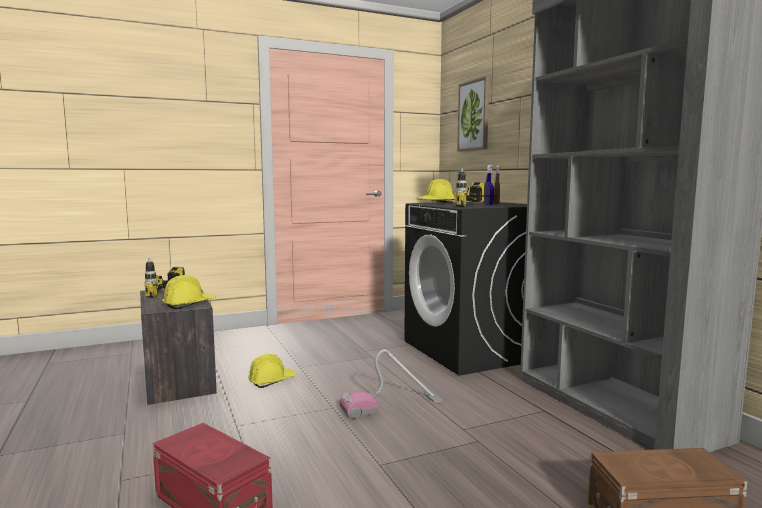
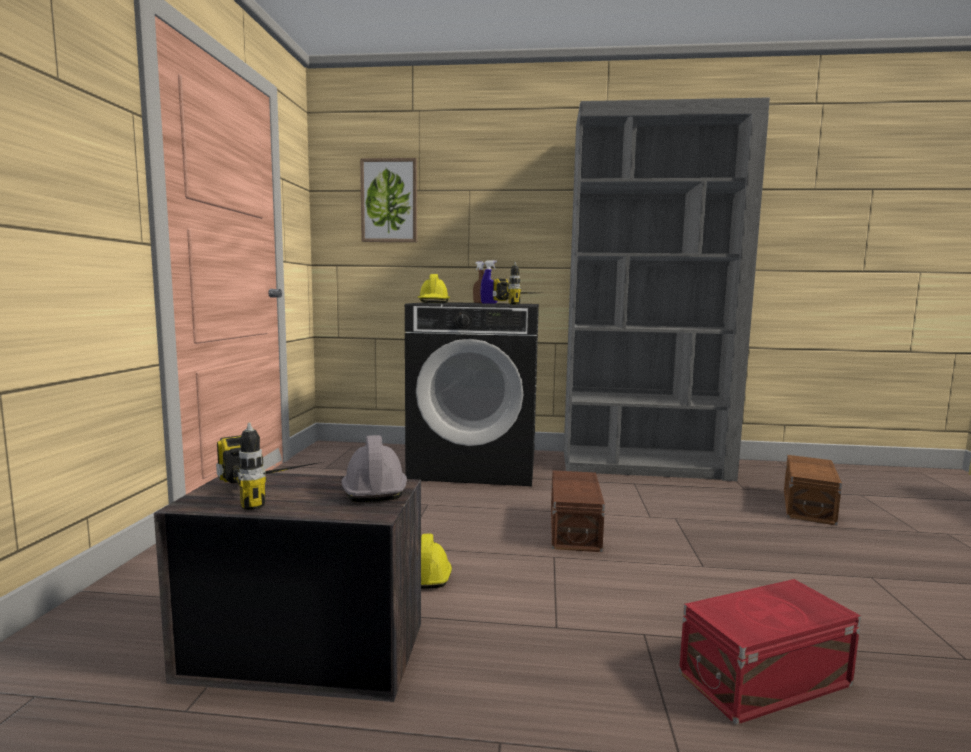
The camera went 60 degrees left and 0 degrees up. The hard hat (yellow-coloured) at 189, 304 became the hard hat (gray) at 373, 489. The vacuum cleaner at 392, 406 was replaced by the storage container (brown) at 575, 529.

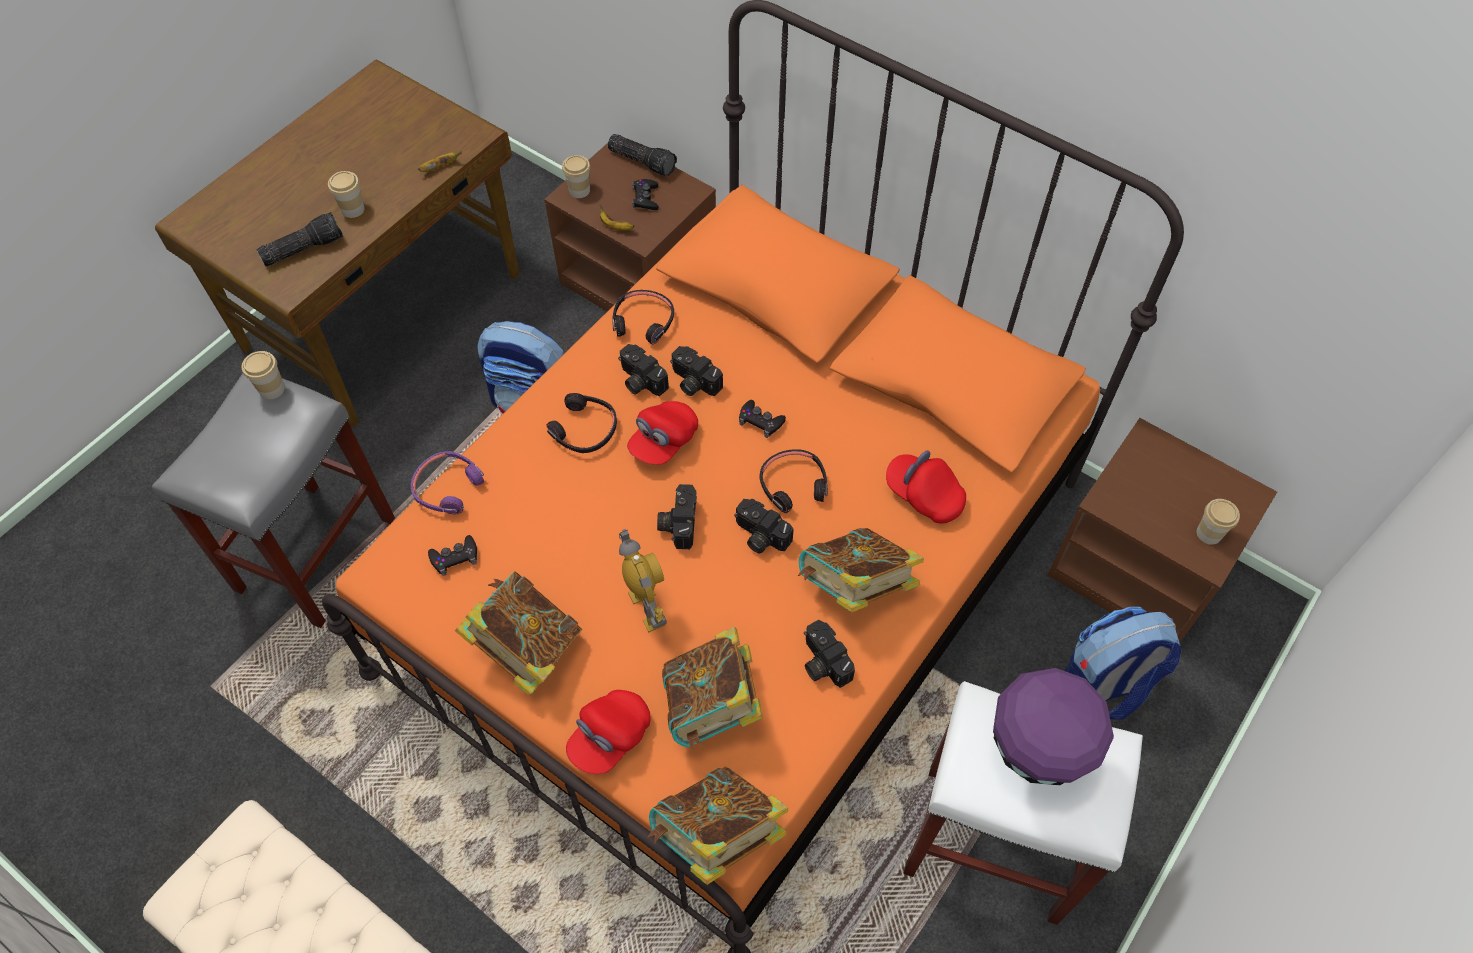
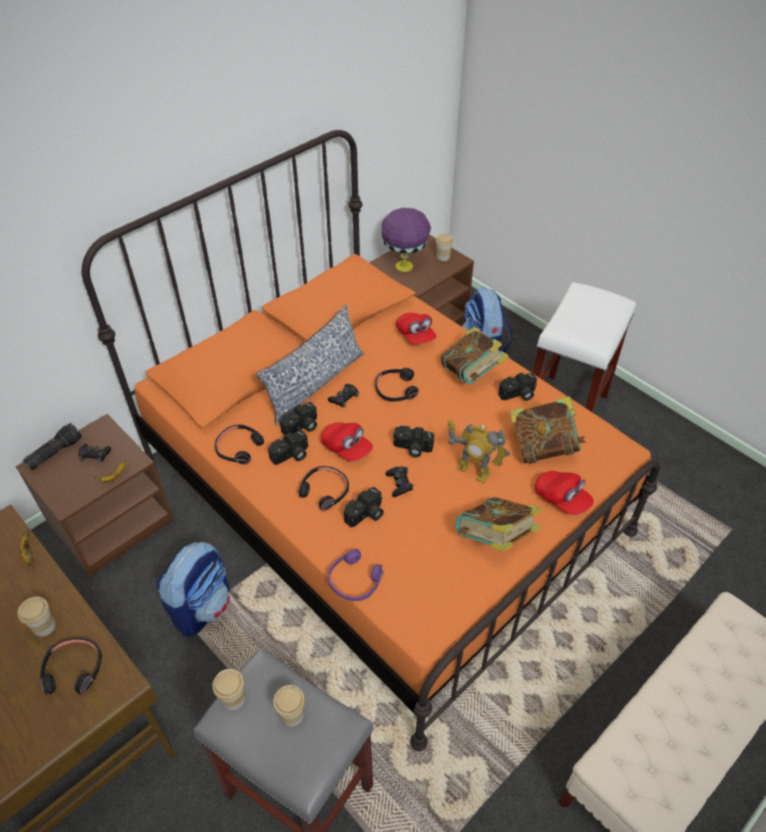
The camera went 80 degrees left and 10 degrees down. The flashlight at 303, 248 was replaced by the pair of headphones (black-coloured) at 73, 670. The cushion at 315, 383 appeared. The cup moved from 579, 190 to 292, 715. The still camera moved from 759, 536 to 366, 515. The table lamp (purple-coloured) moved from 1031, 761 to 405, 266. The gamepad (black-coloured) moved from 455, 557 to 399, 483. The peaked cap (red) at 924, 495 turned 75 degrees counterclockwise. The model robot at 647, 608 turned 135 degrees counterclockwise. The volume at 717, 836 disappeared.

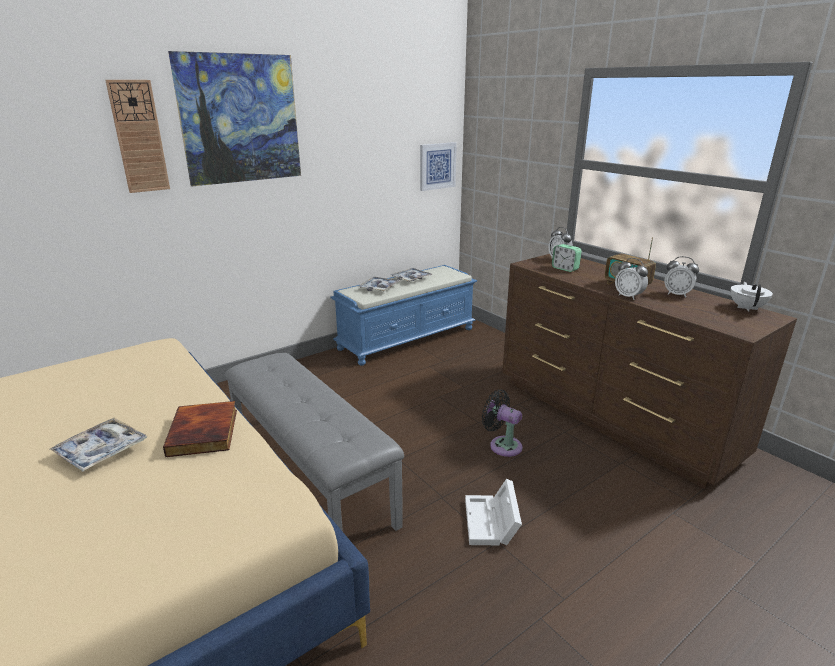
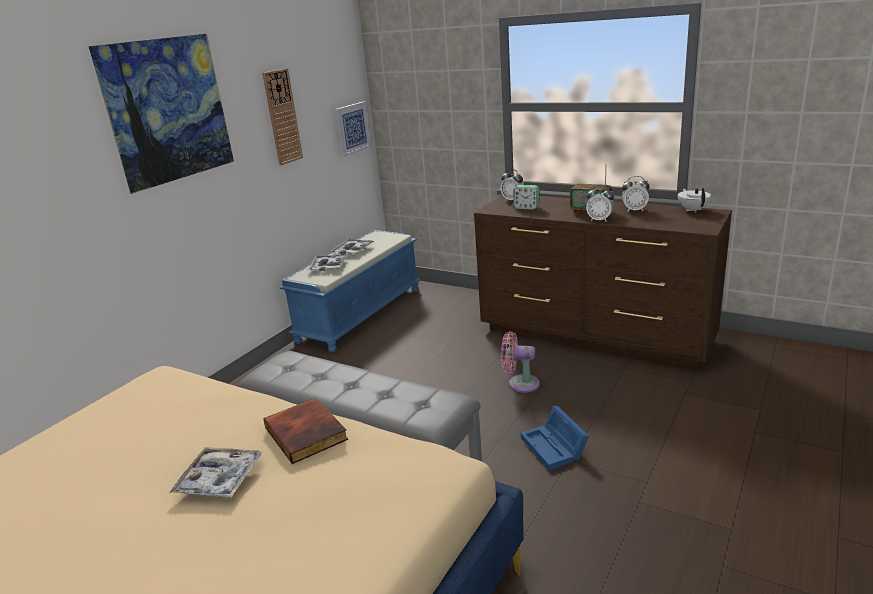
The camera went 20 degrees left and 0 degrees up. The clock on the wall moved from 139, 137 to 282, 117. The cooling fan (black-coloured) at 502, 445 became the cooling fan (pink) at 520, 384. The storage container (white) at 491, 523 became the storage container (bluish) at 555, 448.

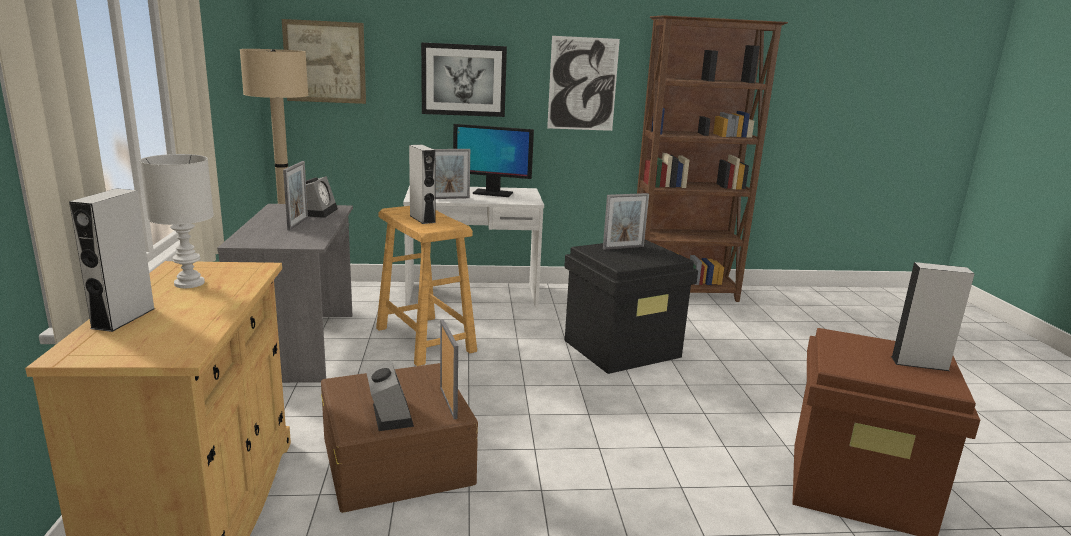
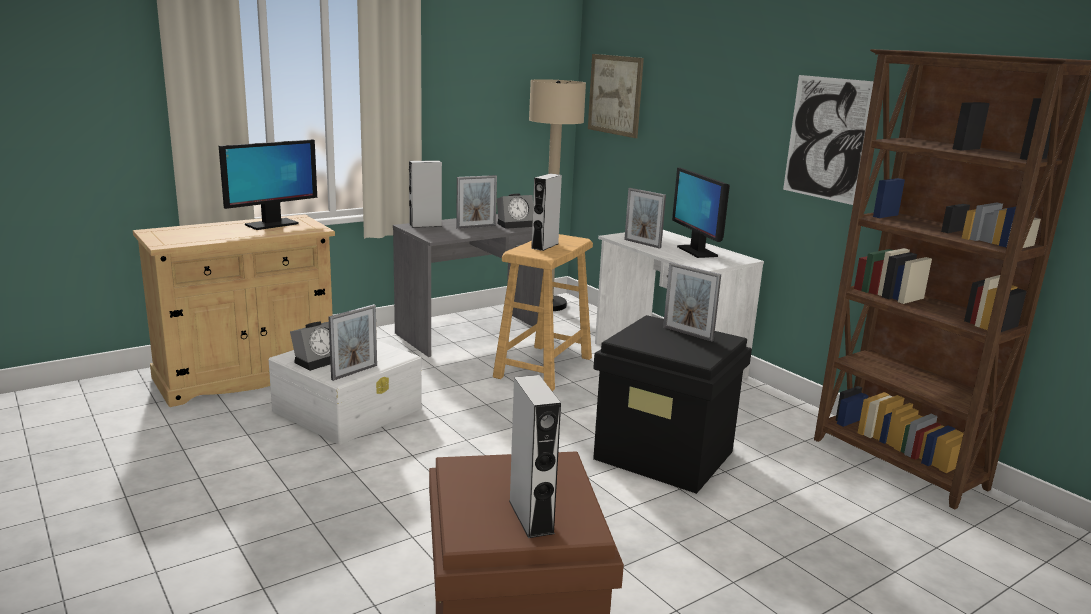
The camera went 60 degrees right and 0 degrees up. The table lamp (white) at 188, 283 was replaced by the computer screen at 271, 224. The storage container (brown) at 397, 459 became the storage container (white) at 348, 409. The audio speaker (gray) moved from 123, 318 to 425, 225. The picture at 463, 80 disappeared.

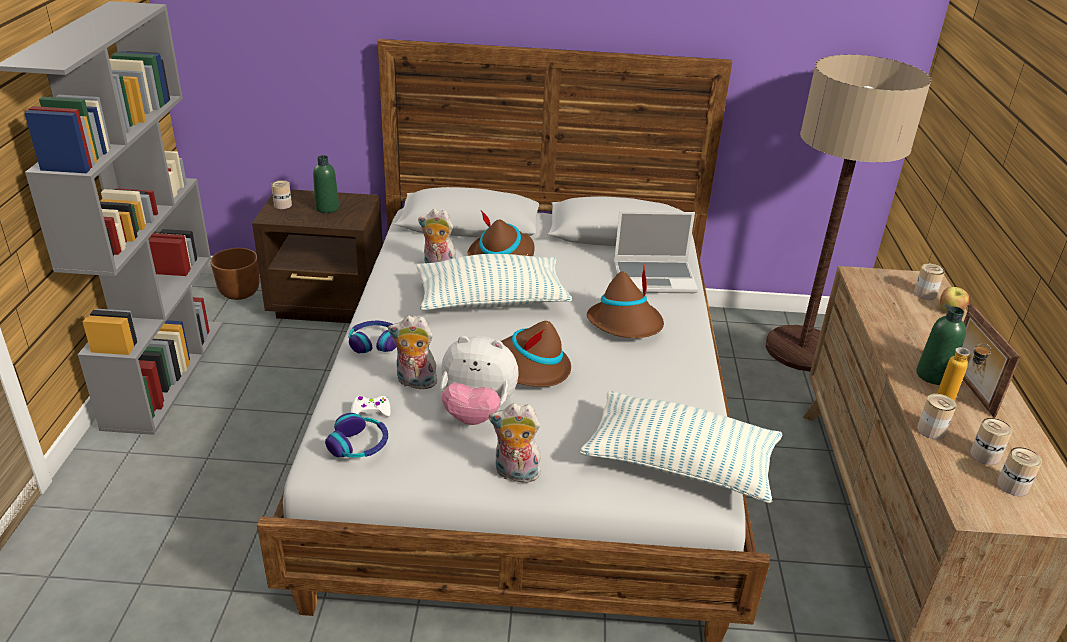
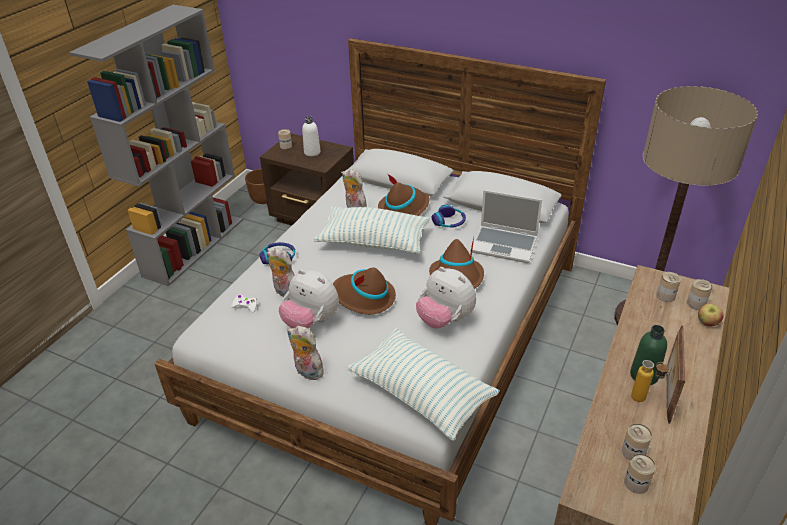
The camera went 25 degrees right and 5 degrees up. The beverage bottle (greenish) at 327, 208 became the beverage bottle (white) at 312, 152. The cuddly toy at 445, 320 appeared. The pair of headphones moved from 359, 445 to 449, 222. The metal can moved from 931, 430 to 665, 296.

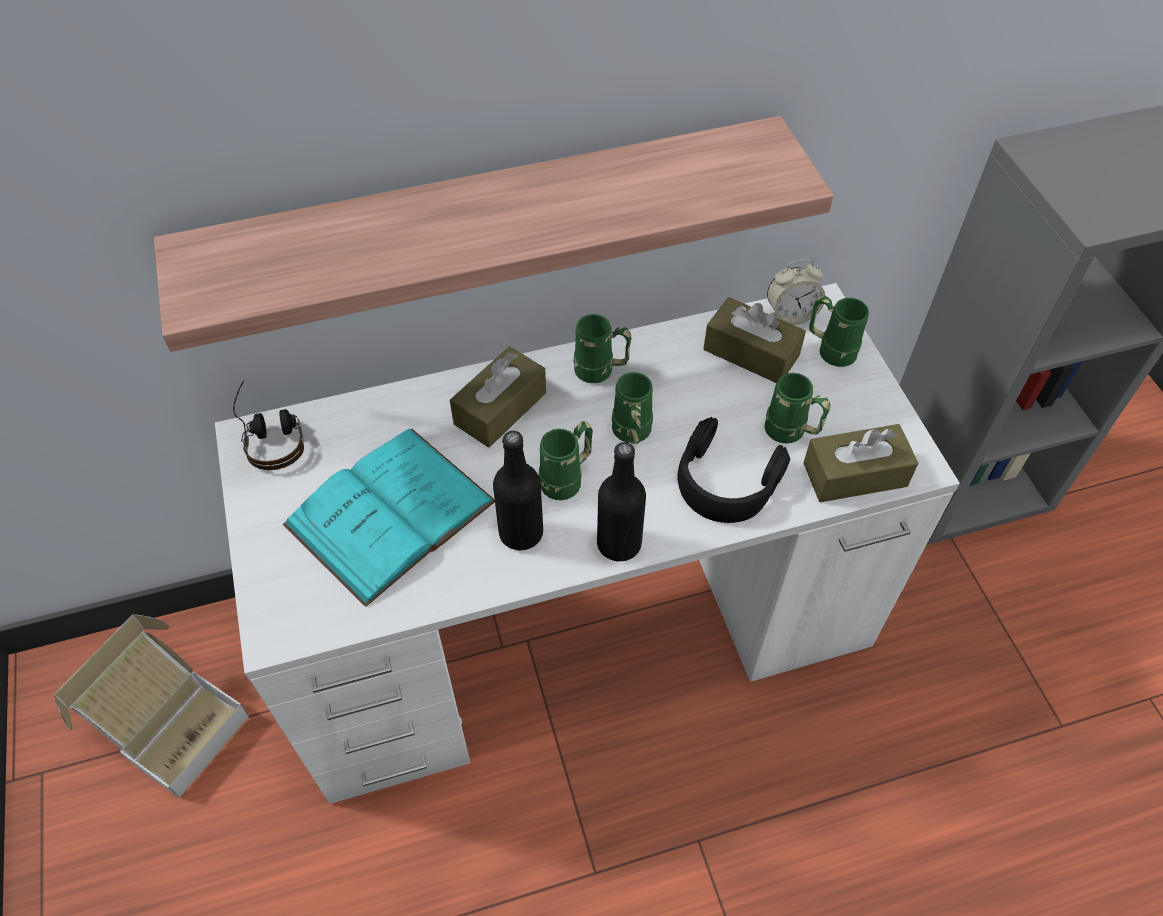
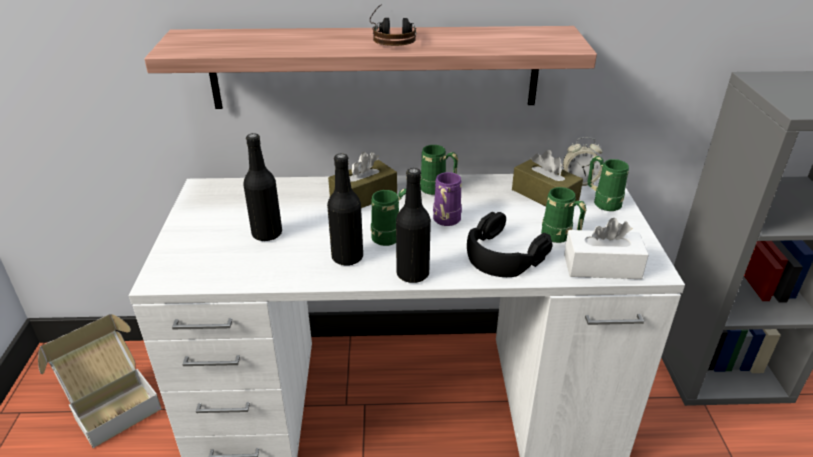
The camera went 15 degrees right and 20 degrees down. The volume (turquoise) at 390, 513 was replaced by the beverage bottle (black-coloured) at 267, 234. The pair of headphones moved from 271, 434 to 392, 37. The mug (greenish) at 631, 435 became the mug (purple-coloured) at 445, 222. The box of tissues (brown) at 855, 474 became the box of tissues (white) at 602, 266.

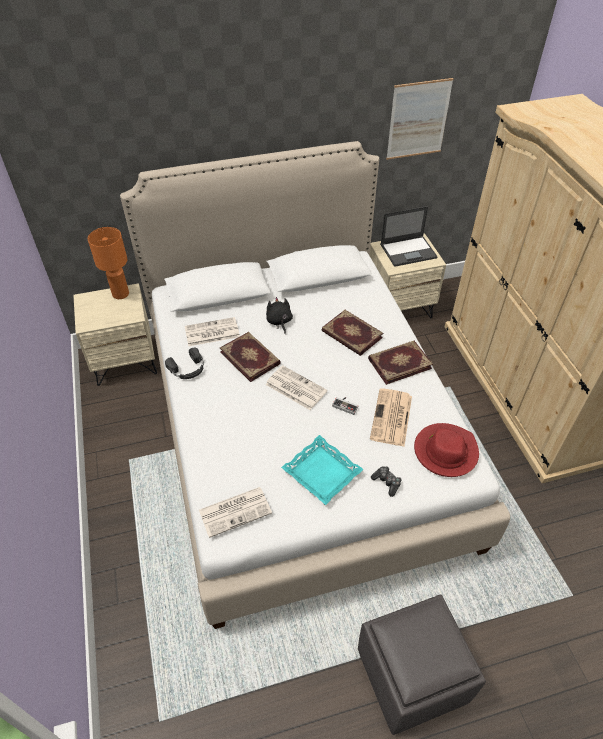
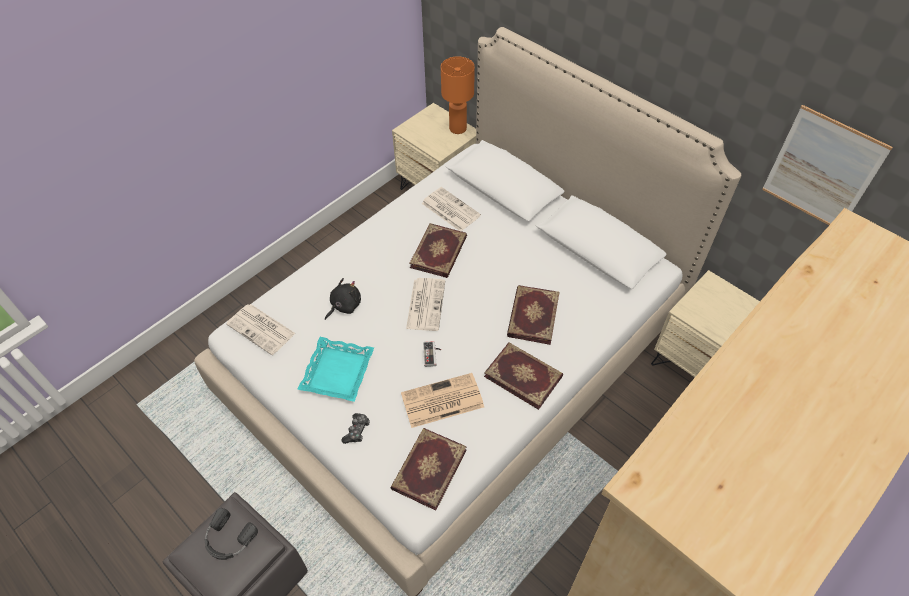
The camera went 60 degrees right and 5 degrees up. The pair of headphones (black-coloured) moved from 188, 369 to 228, 539. The cuddly toy (black-coloured) moved from 279, 322 to 344, 305. The wearable hat (red) at 445, 451 was replaced by the volume at 428, 469. The portable computer at 408, 251 disappeared.

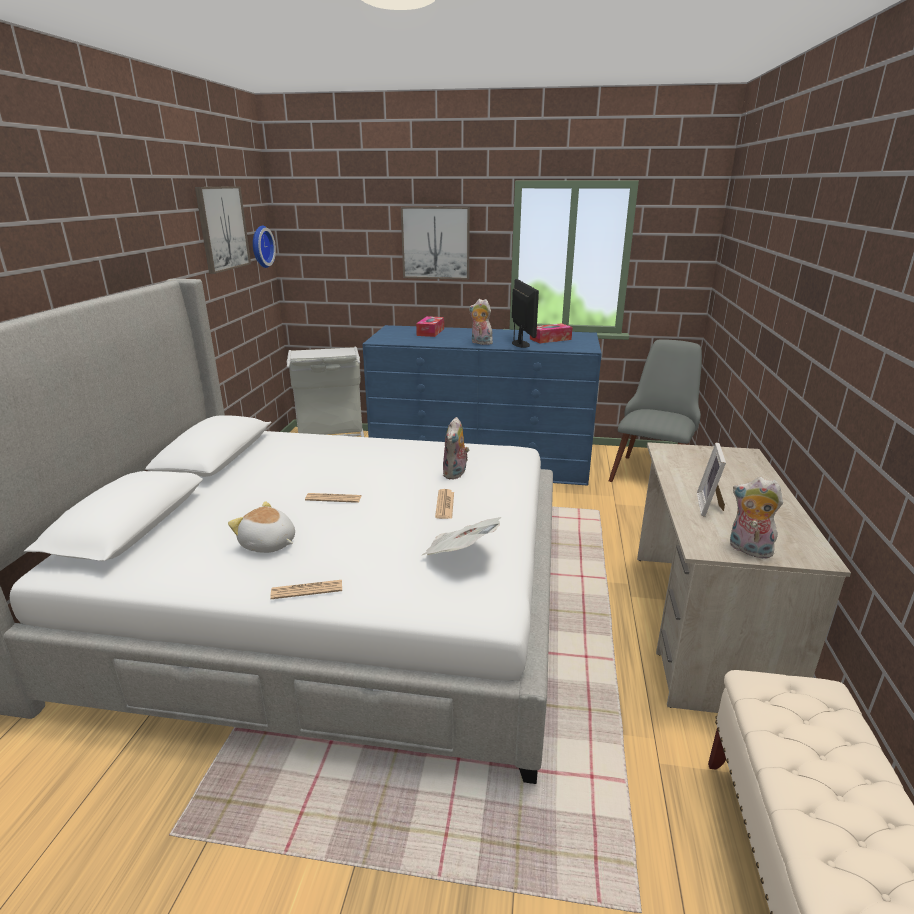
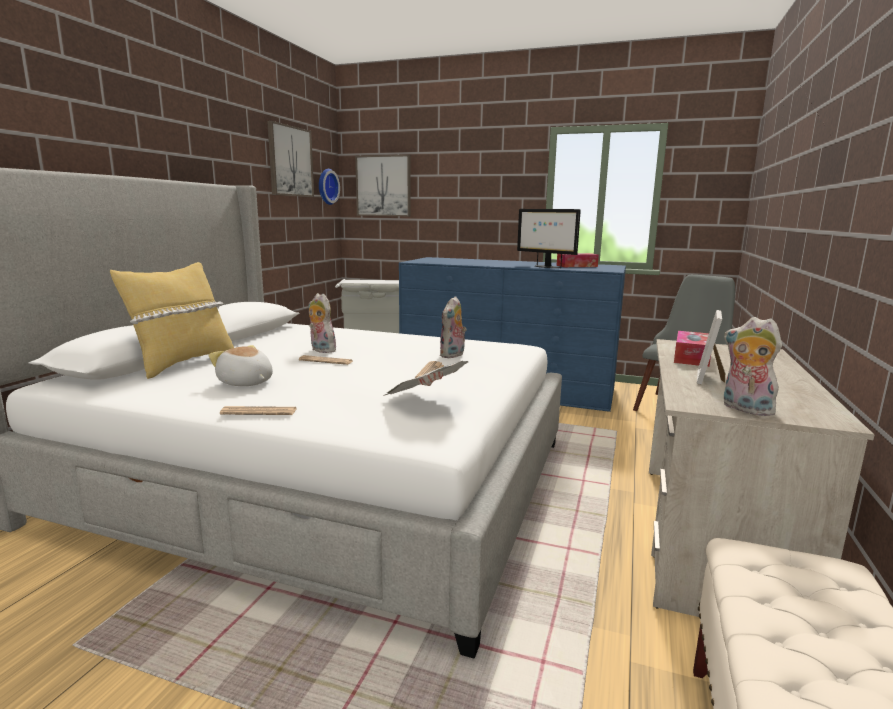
The camera went 10 degrees right and 10 degrees down. The cushion (yellow-coloured) at 183, 364 appeared. The cuddly toy moved from 480, 343 to 321, 350. The picture moved from 436, 243 to 383, 186. The computer screen at 521, 344 turned 135 degrees clockwise. The box of tissues moved from 430, 332 to 691, 357.

